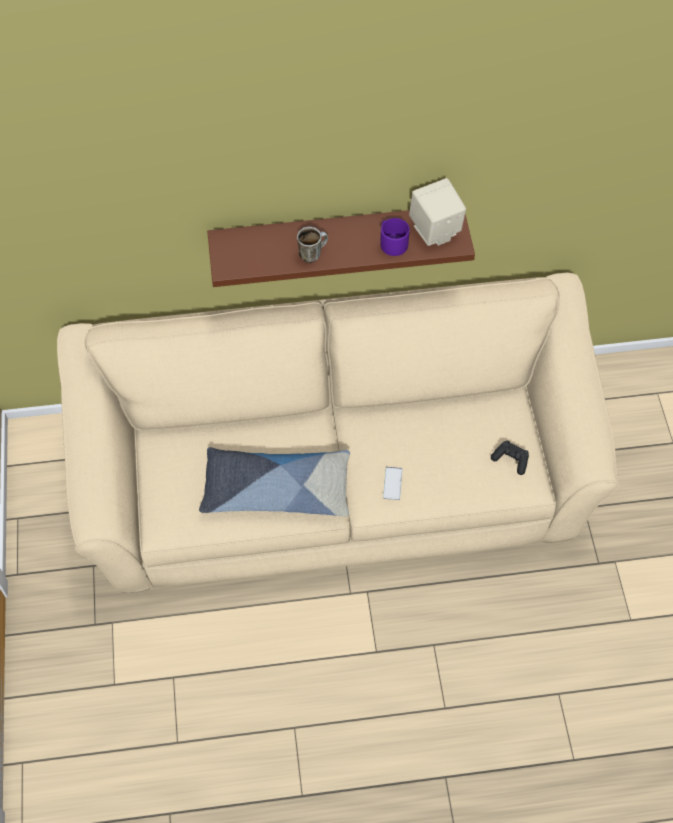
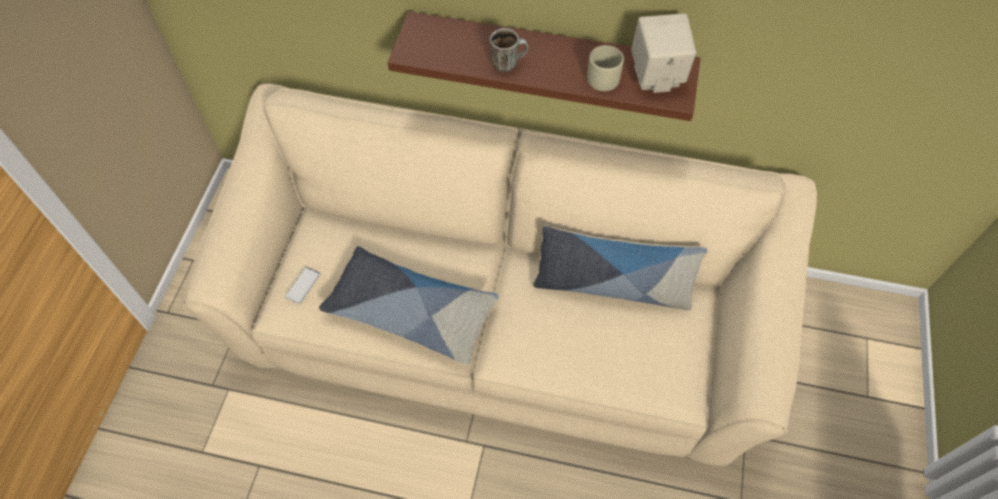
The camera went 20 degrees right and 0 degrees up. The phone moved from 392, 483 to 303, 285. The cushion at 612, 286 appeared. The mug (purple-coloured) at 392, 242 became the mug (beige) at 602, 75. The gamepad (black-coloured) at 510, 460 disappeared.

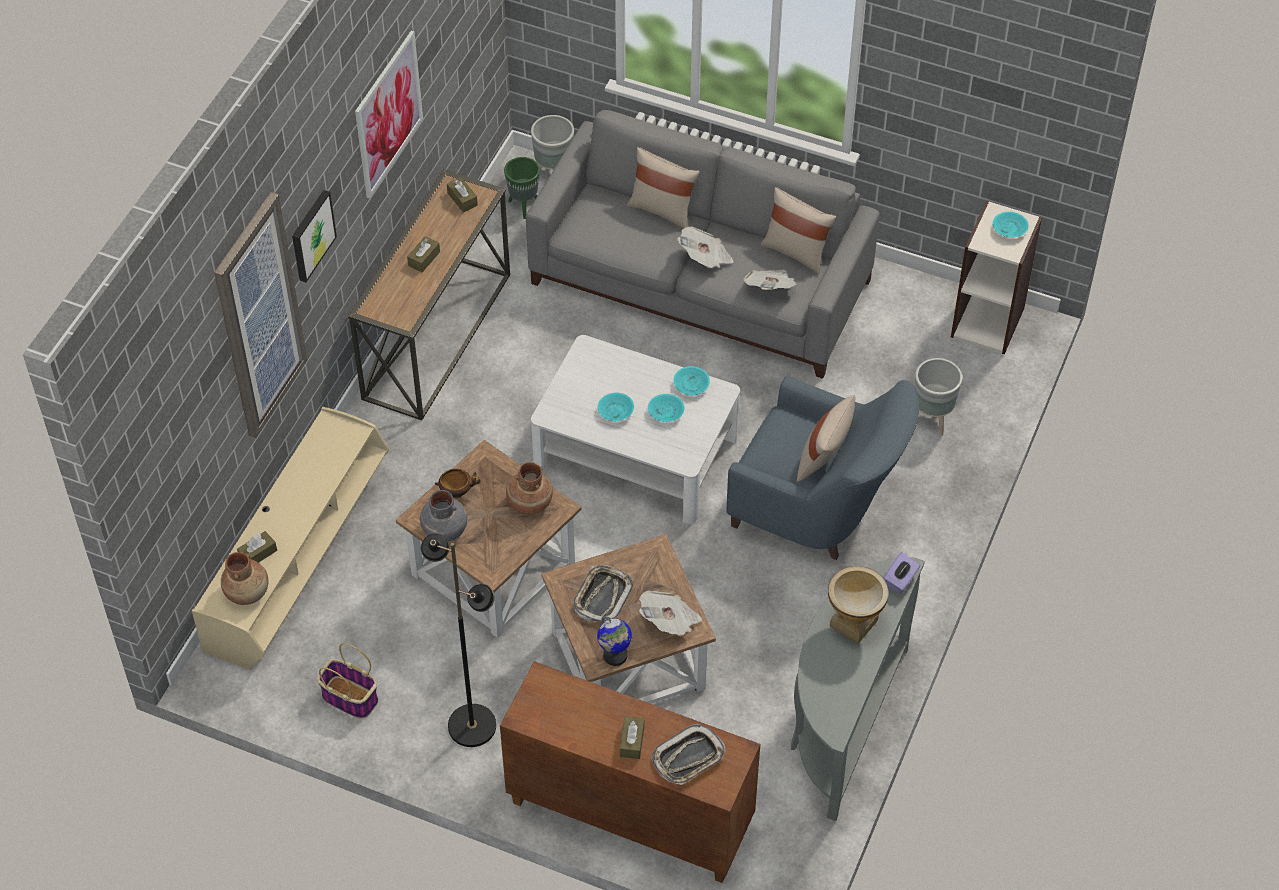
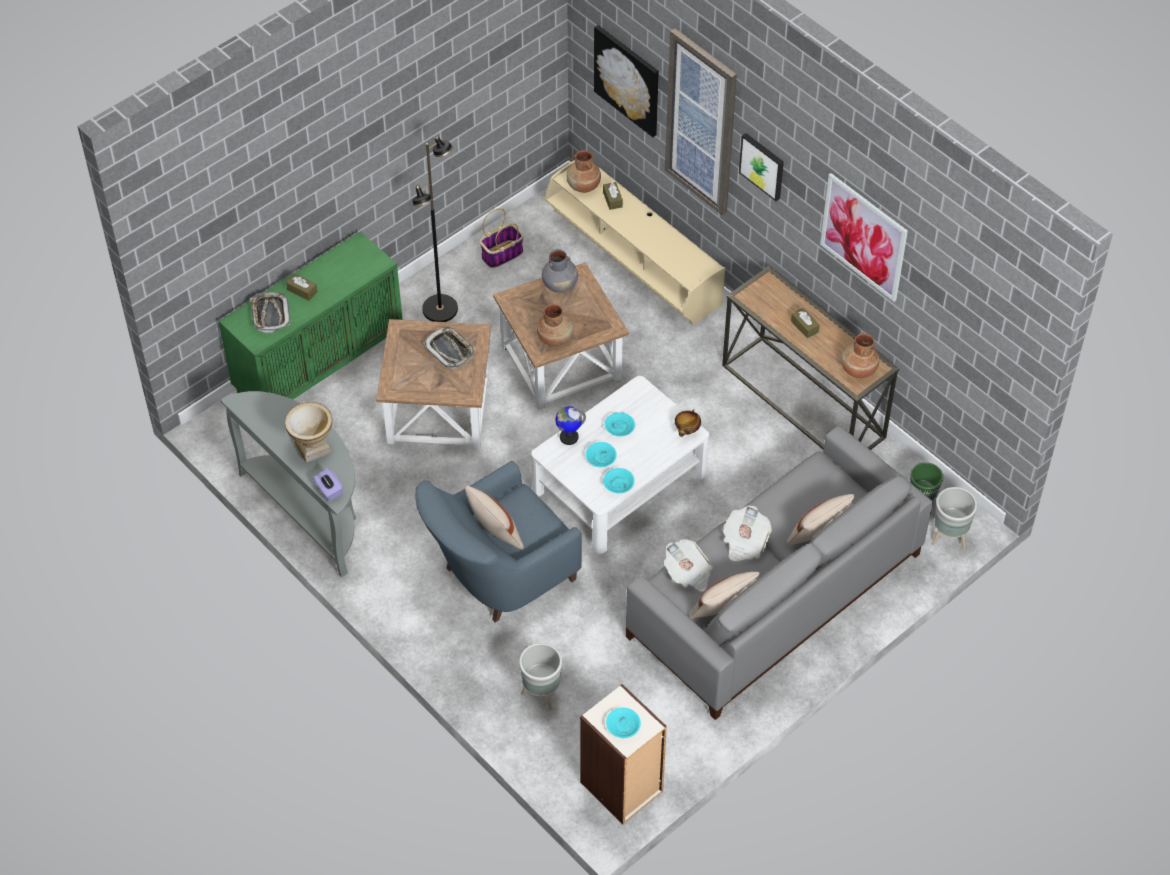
The camera went 115 degrees right and 0 degrees up. The cupboard (brown) at 628, 815 became the cupboard (greenish) at 320, 366. The world globe moved from 615, 656 to 568, 437. The picture at 627, 79 appeared. The deep dish moved from 457, 493 to 687, 431. The box of tissues (brown) at 462, 199 was replaced by the decorative vase (brown) at 858, 370. The printed paper at 670, 622 disappeared.

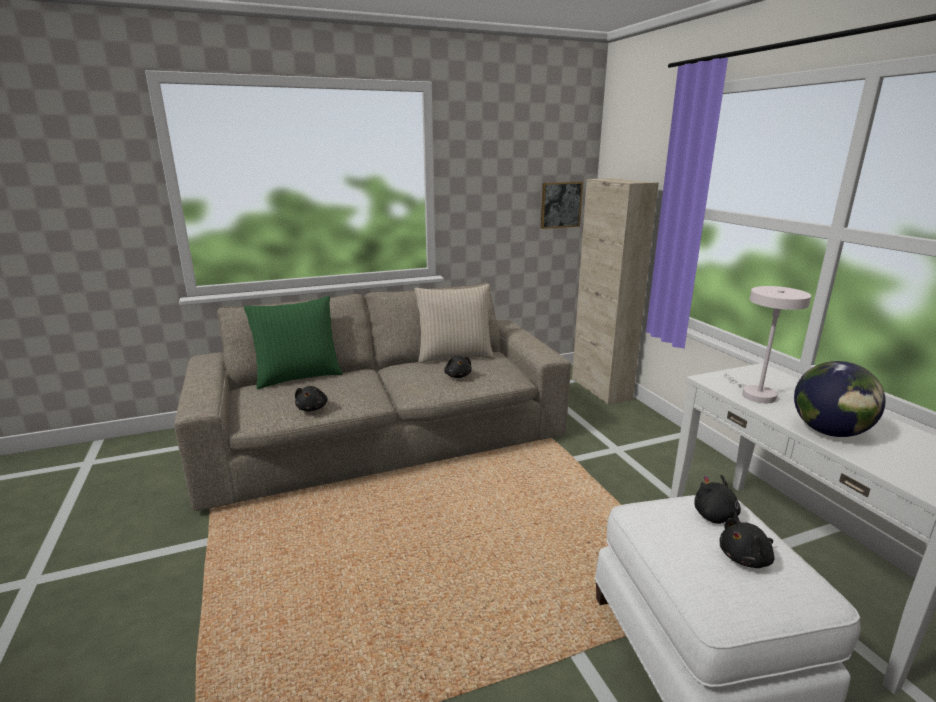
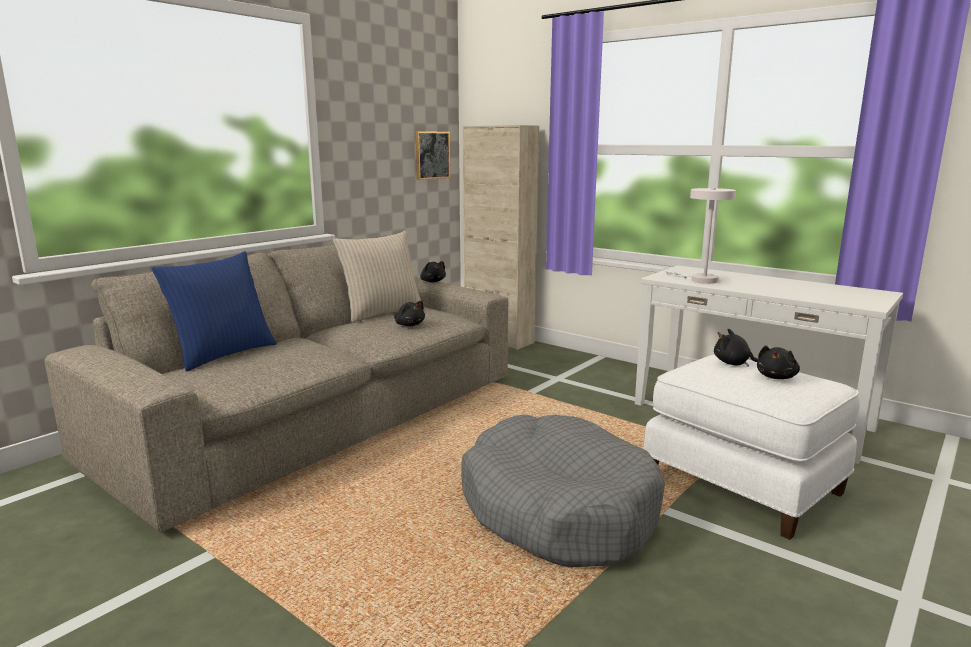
The camera went 30 degrees left and 5 degrees down. The cushion (greenish) at 298, 377 became the cushion (bluish) at 223, 354. The cuddly toy (black-coloured) moved from 312, 408 to 432, 281. The dog bed (gray) at 558, 509 appeared. The world globe at 829, 432 disappeared.

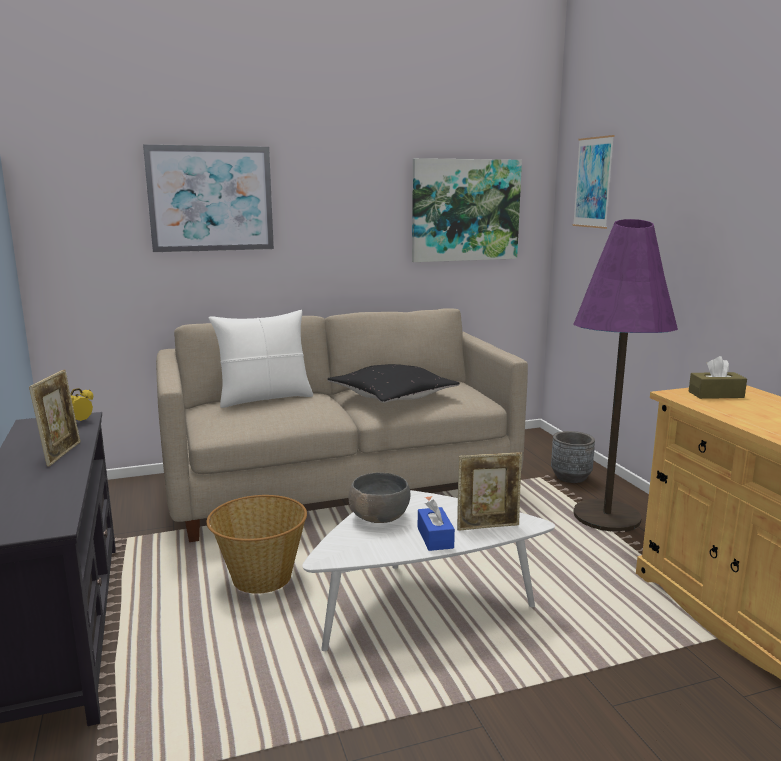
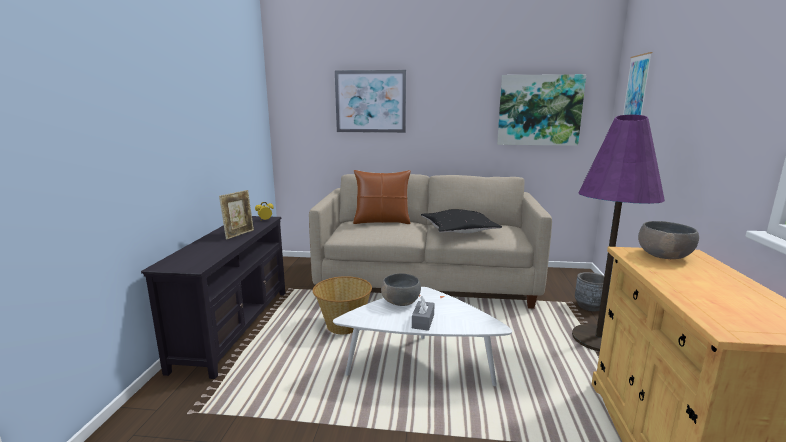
The camera went 25 degrees right and 0 degrees up. The cushion (white) at 264, 398 became the cushion (brown) at 382, 222. The box of tissues (bluish) at 435, 538 became the box of tissues (gray) at 423, 321. The box of tissues (brown) at 716, 394 was replaced by the deep dish (gray) at 663, 256. The standing frame at 488, 526 disappeared.

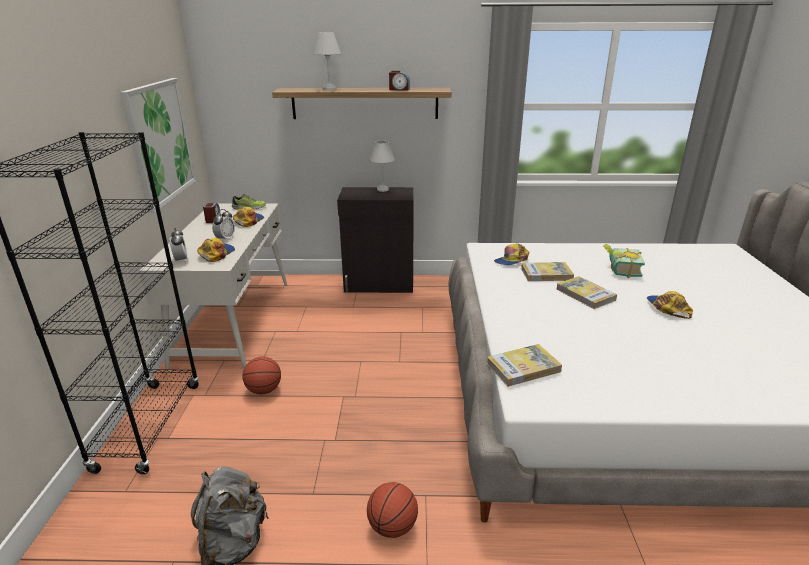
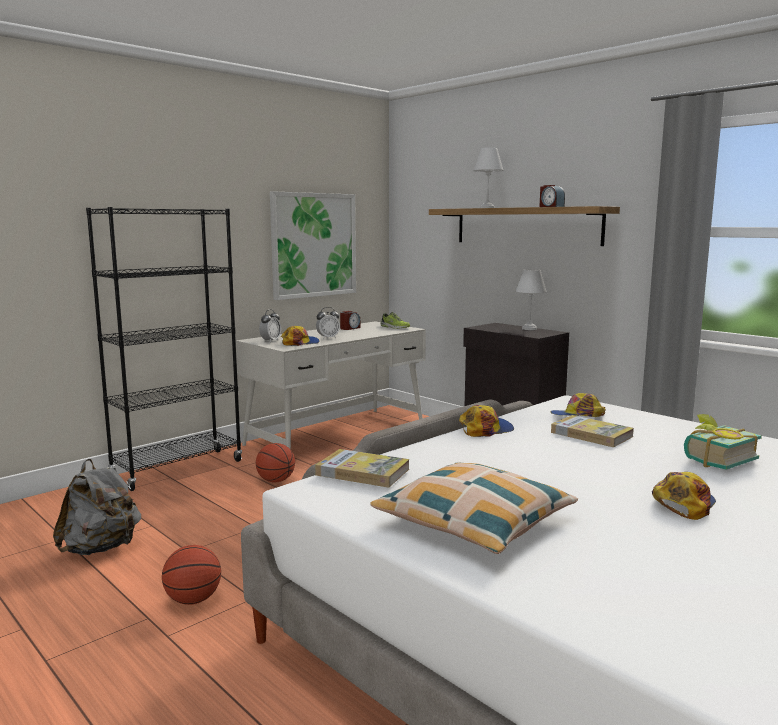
The camera went 45 degrees right and 15 degrees down. The cushion at 473, 521 appeared. The peaked cap moved from 248, 221 to 485, 429. The volume at 585, 294 disappeared.

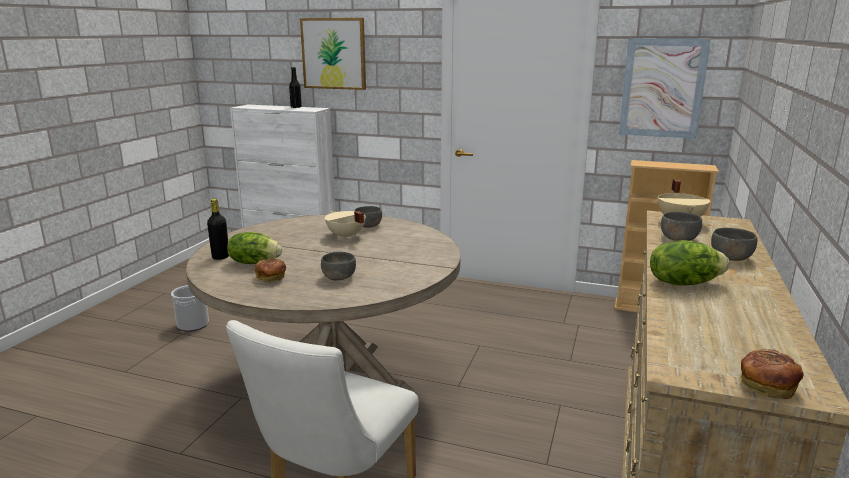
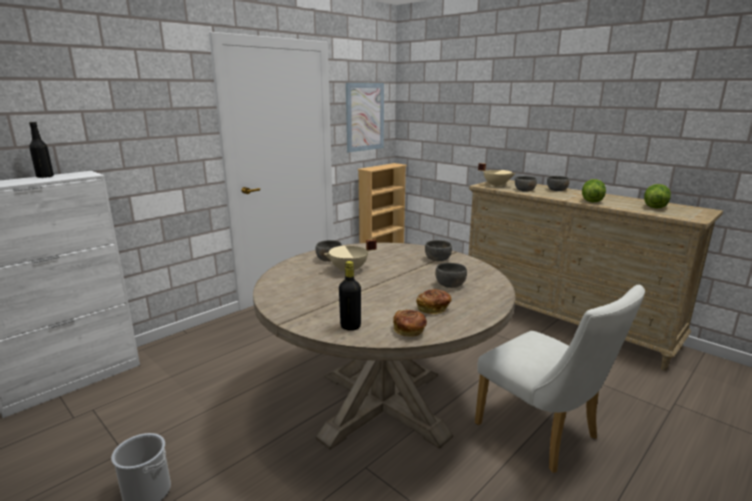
The camera went 65 degrees left and 0 degrees up. The baked bread moved from 766, 386 to 409, 331. The deep dish (gray) at 438, 259 appeared. The head of lettuce moved from 254, 262 to 654, 207. The picture at 334, 53 disappeared.

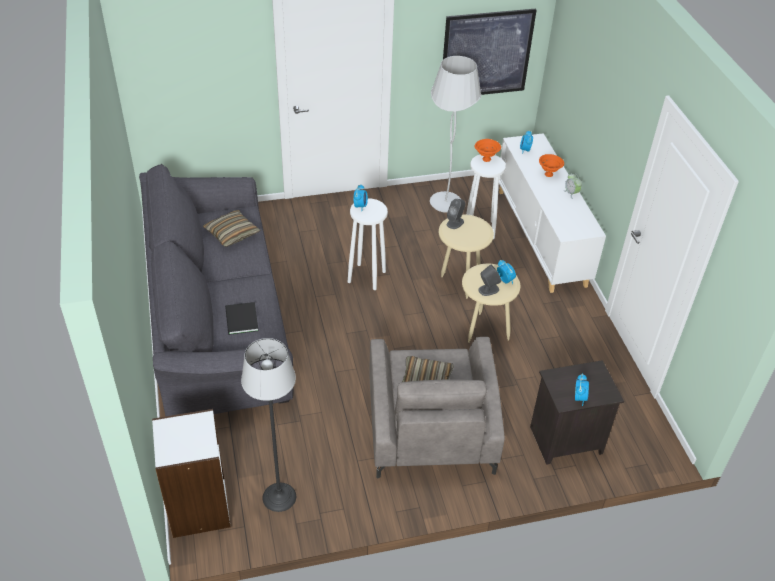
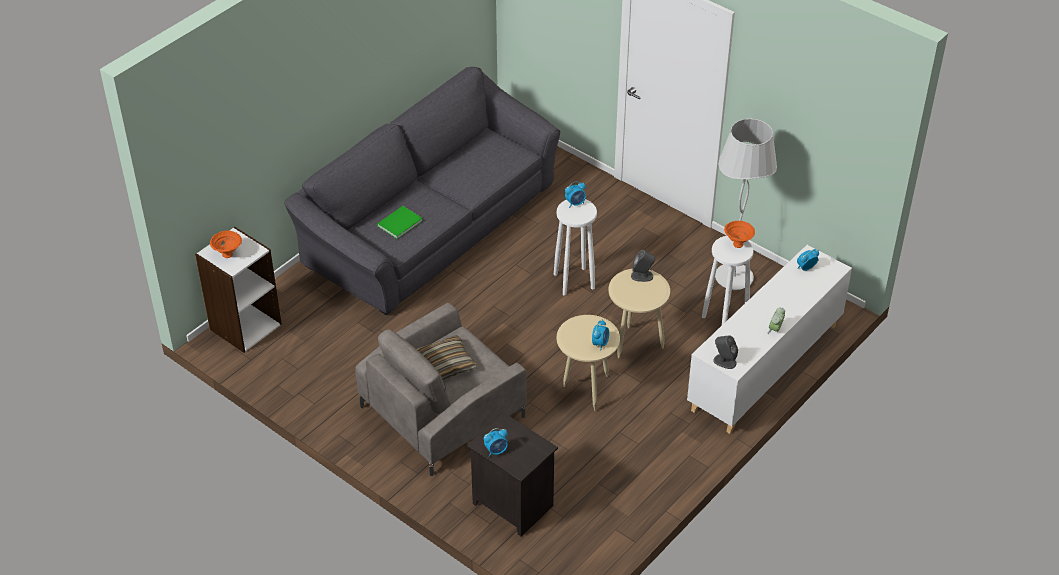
The camera went 55 degrees right and 0 degrees up. The deep dish (orange-coloured) moved from 549, 174 to 228, 254. The volume (black-coloured) at 240, 320 became the volume (greenish) at 398, 223. The audio speaker (gray) moved from 488, 289 to 724, 361. The cushion at 232, 233 disappeared. The floor lamp at 279, 497 disappeared. The picture at 486, 54 disappeared.

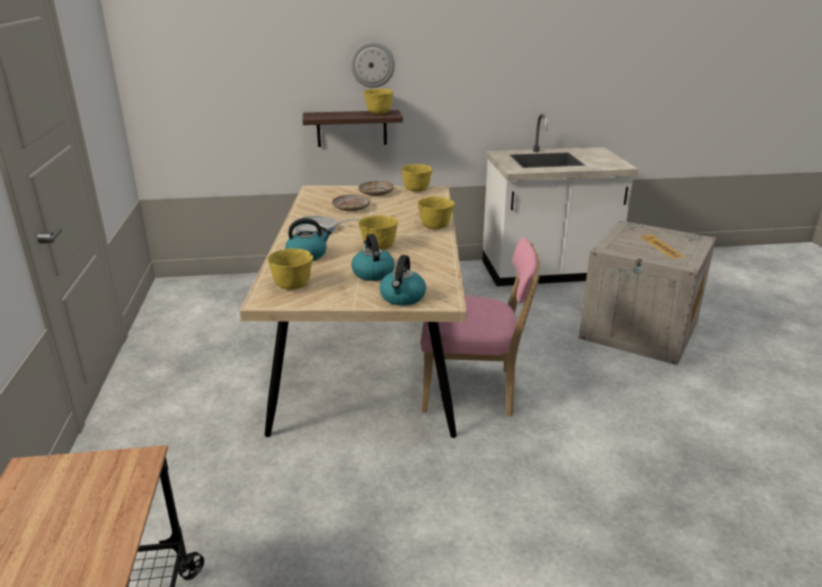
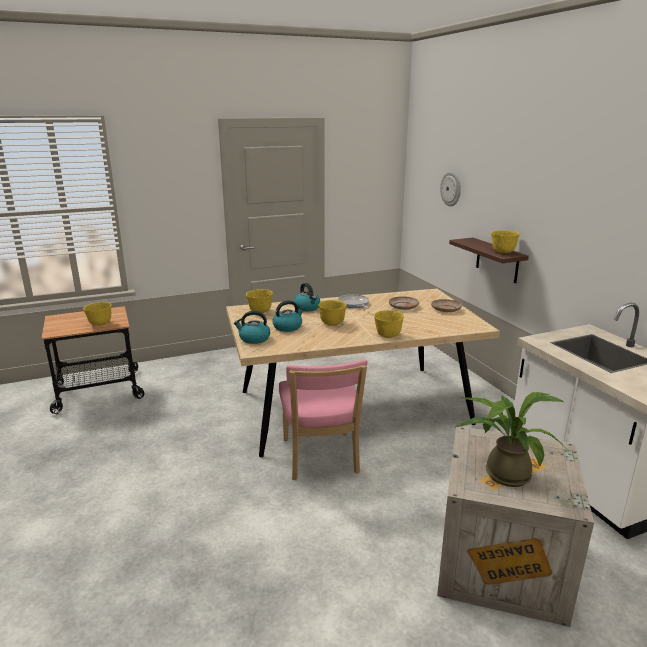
The camera went 75 degrees right and 5 degrees down. The deep dish (yellow-coloured) moved from 417, 190 to 100, 324. The clock on the wall moved from 372, 64 to 451, 188. The houseplant at 503, 472 appeared.

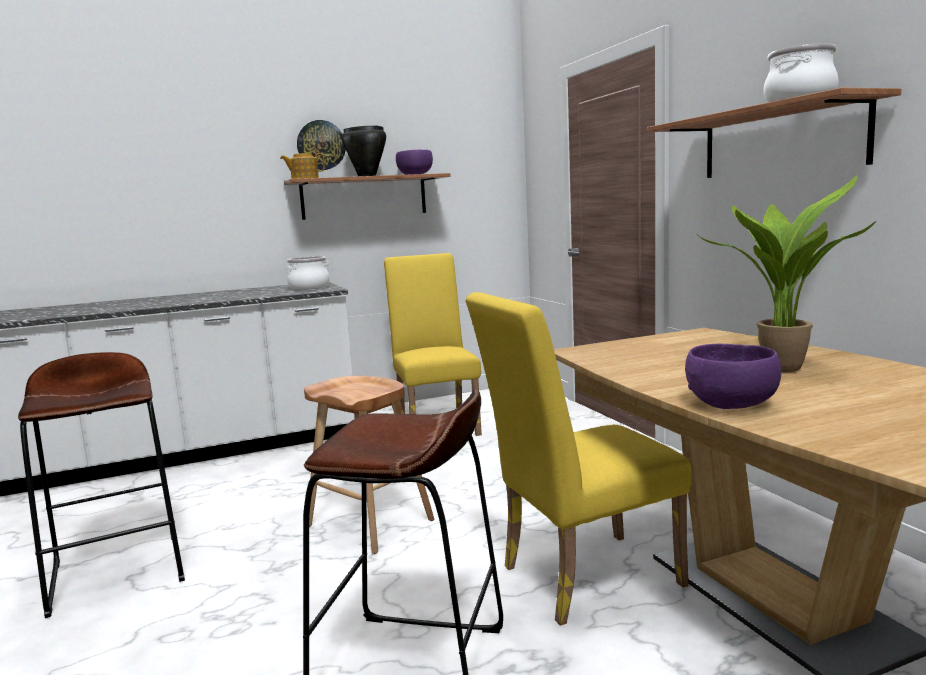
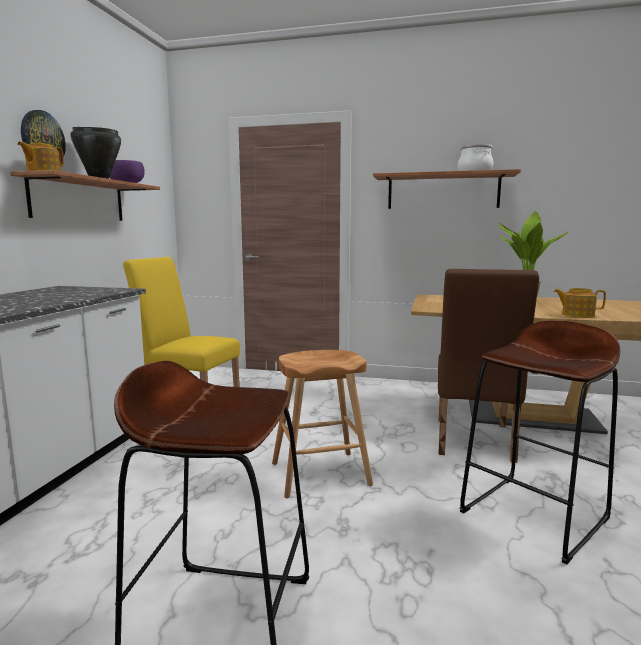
The camera went 55 degrees left and 0 degrees up. The plain chair (yellow-coloured) at 579, 578 became the plain chair (brown) at 473, 443. The deep dish (purple-coloured) at 732, 404 was replaced by the tea pot at 577, 315. The cooking pot at 309, 287 disappeared.

